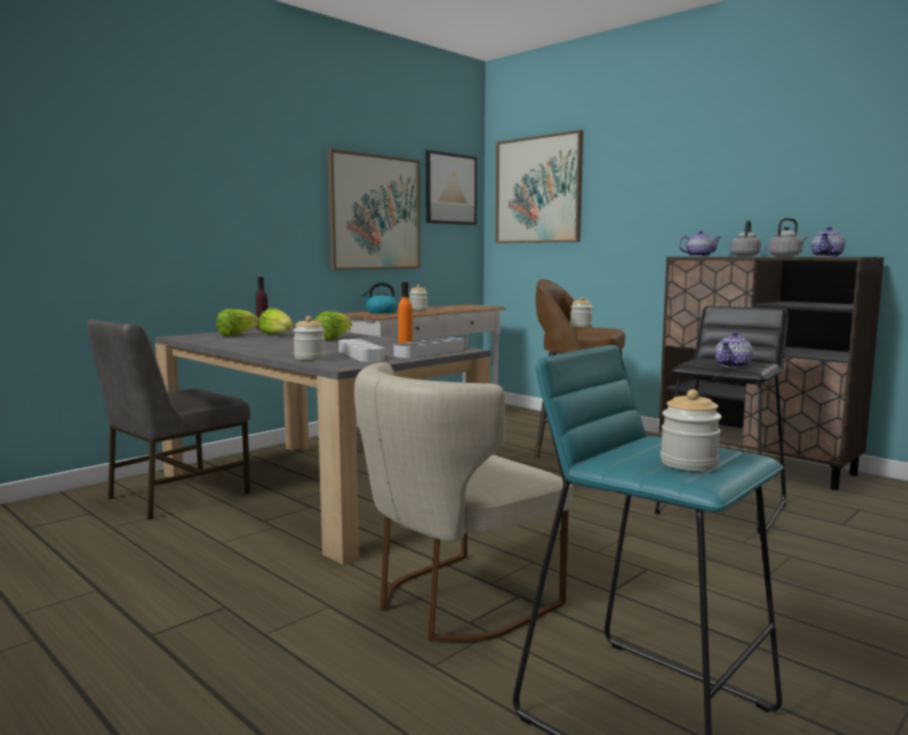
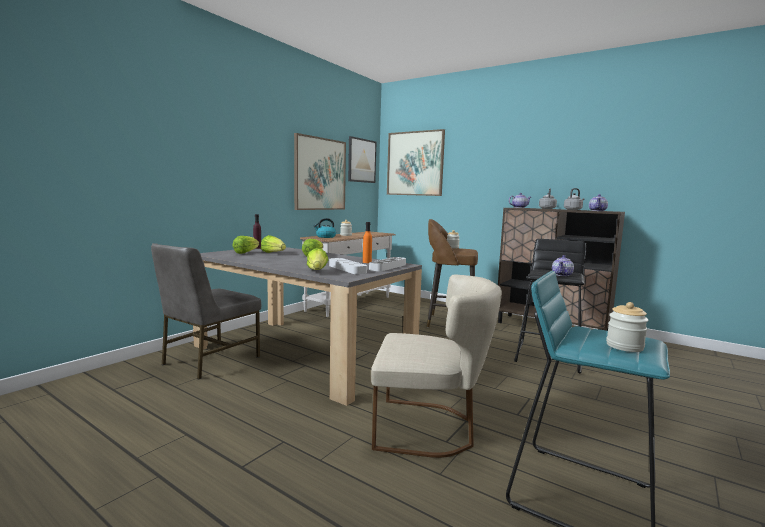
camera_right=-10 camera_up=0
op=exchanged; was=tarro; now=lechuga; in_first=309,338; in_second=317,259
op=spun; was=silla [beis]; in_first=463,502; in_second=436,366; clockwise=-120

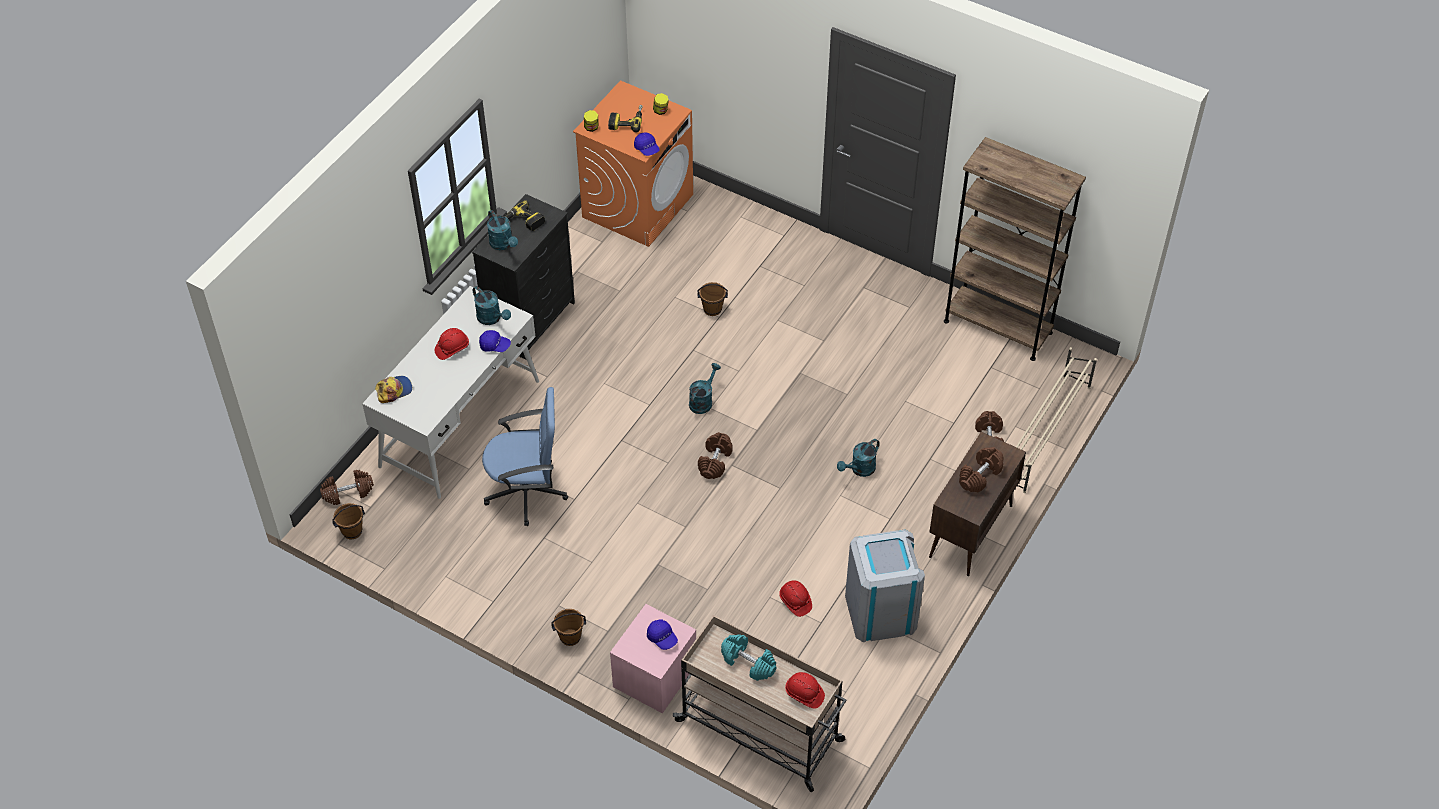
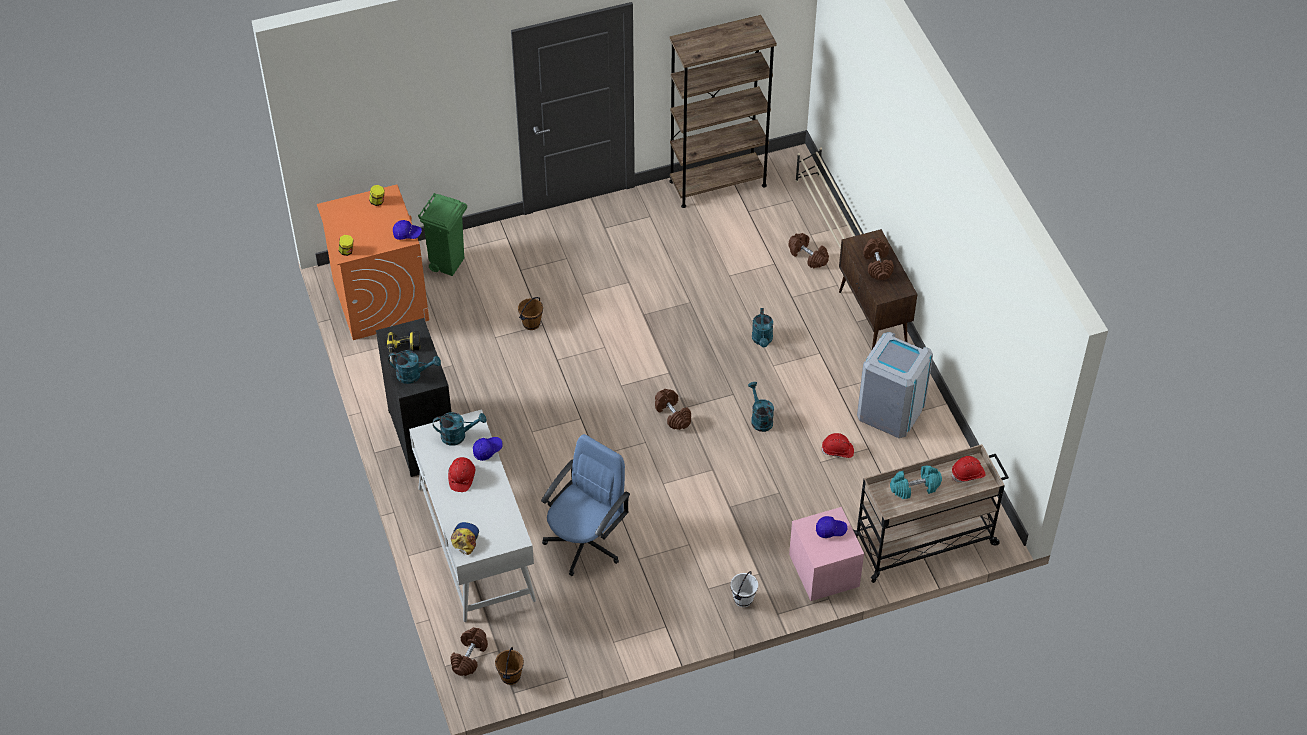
camera_right=-50 camera_up=0
op=missing; was=taladro; in_first=625,118
op=relocated; was=regadera [turquesa]; in_first=705,388; in_second=761,407
op=colour; was=cubo [marrón]; now=cubo [blanco]; in_first=568,627; in_second=744,589
op=appeared; now=papelera [verde]; in_second=442,234

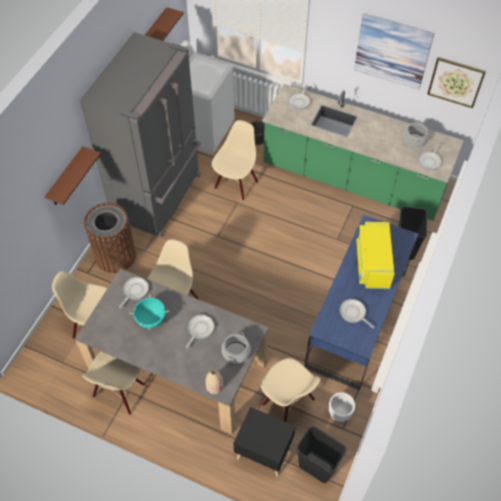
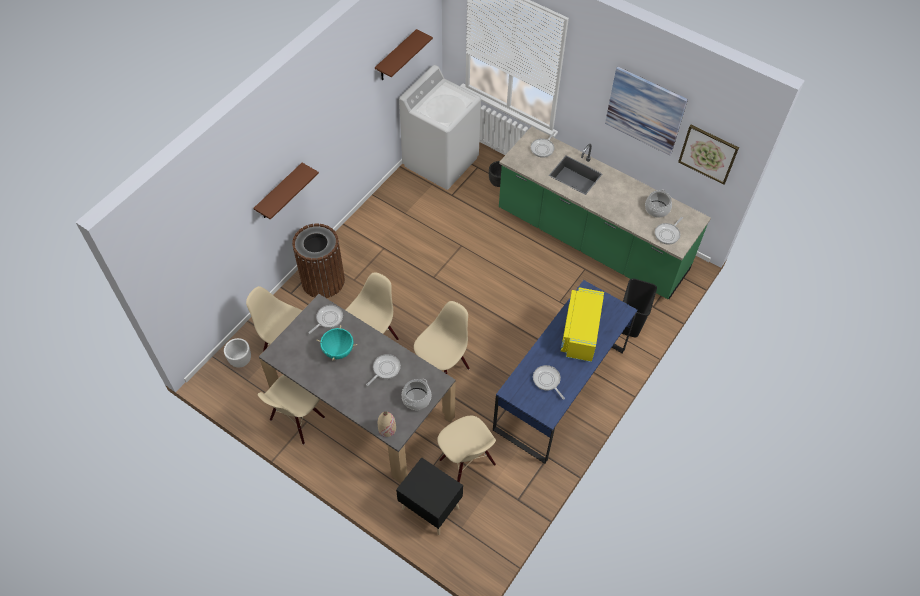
camera_right=10 camera_up=0
op=missing; was=nevera [gris]; in_first=140,135
op=relocated; was=silla [beis]; in_first=235,160; in_second=442,337
op=relocated; was=maceta [blanco]; in_first=342,407; in_second=237,352
op=missing; was=papelera [negro]; in_first=321,454

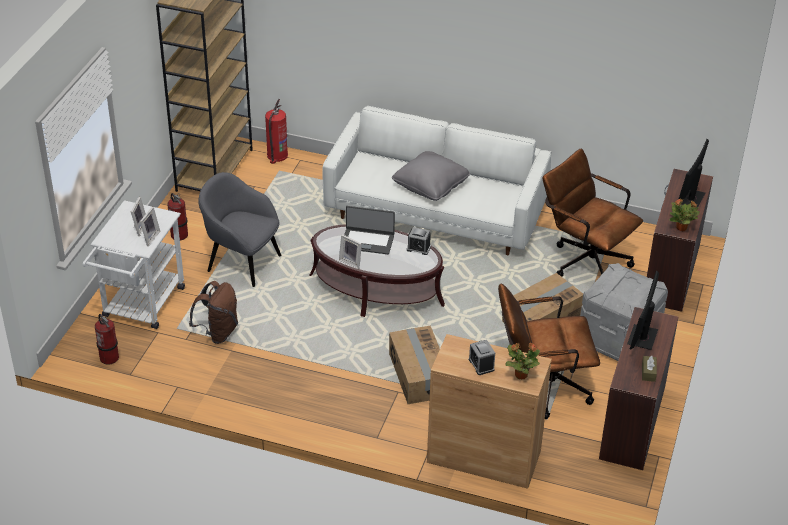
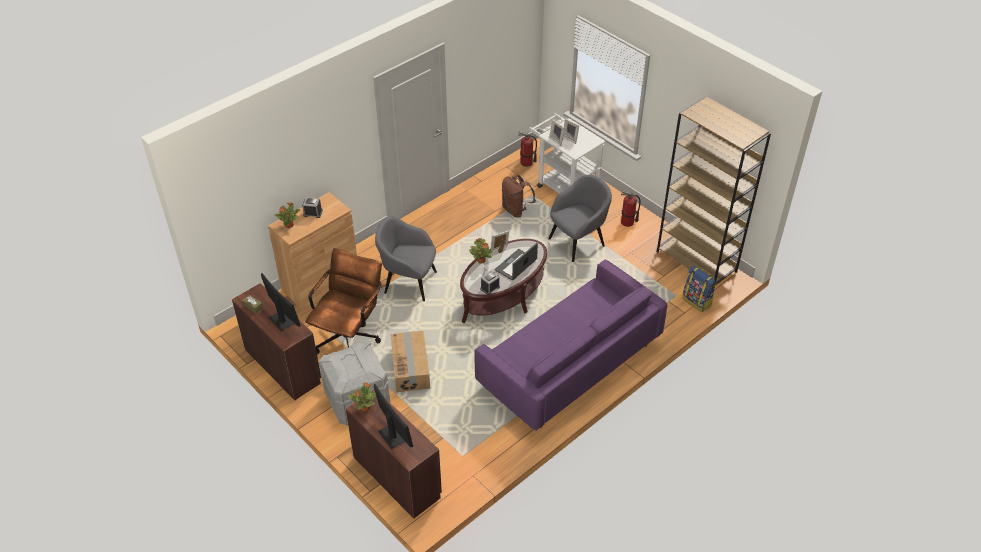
camera_right=120 camera_up=5
op=exchanged; was=extintor; now=mochila; in_first=276,131; in_second=699,288
op=colour; was=sofá [blanco]; now=sofá [morado]; in_first=437,180; in_second=570,345
op=missing; was=silla de oficina [marrón]; in_first=592,213
op=missing; was=cojín [gris]; in_first=431,176
op=exchanged; was=caja de cartón; now=sillón [gris]; in_first=414,365; in_second=406,258
op=appeared; now=planta en maceta; in_second=481,250

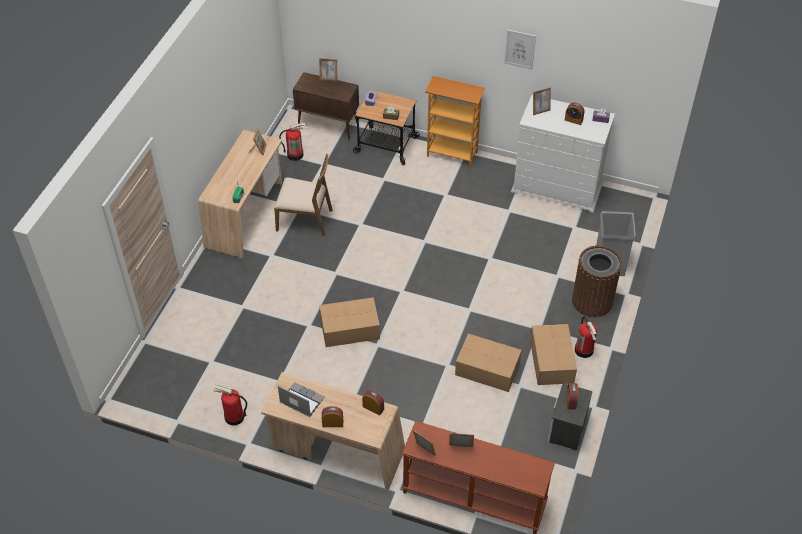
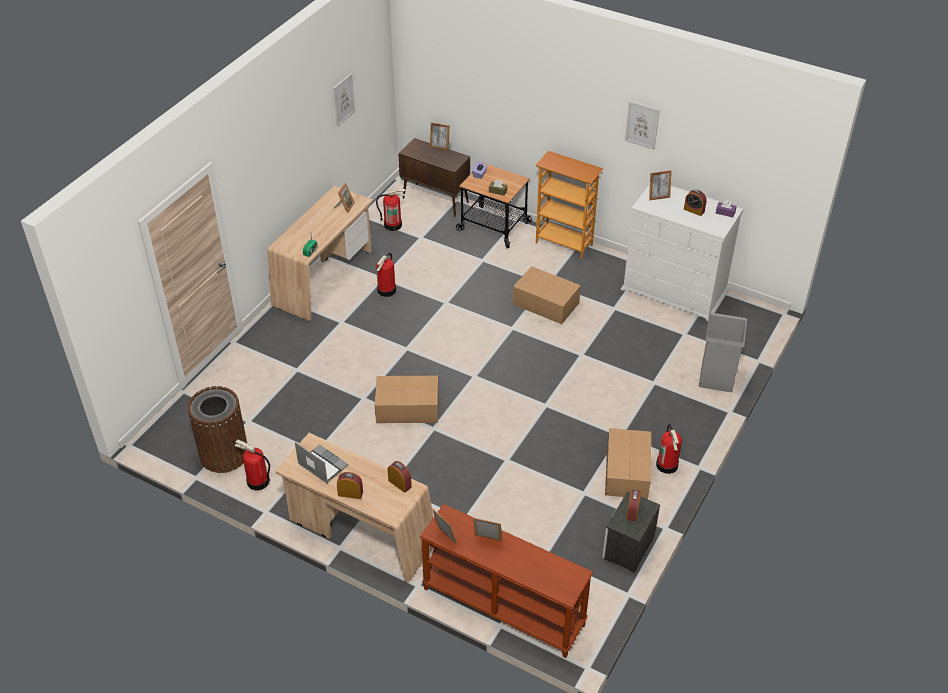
camera_right=10 camera_up=-5
op=exchanged; was=silla [marrón]; now=extintor; in_first=303,194; in_second=386,275
op=relocated; was=papelera [marrón]; in_first=597,281; in_second=217,429
op=relocated; was=caja de cartón; in_first=488,363; in_second=547,295
op=appeared; now=cuadro; in_second=344,100

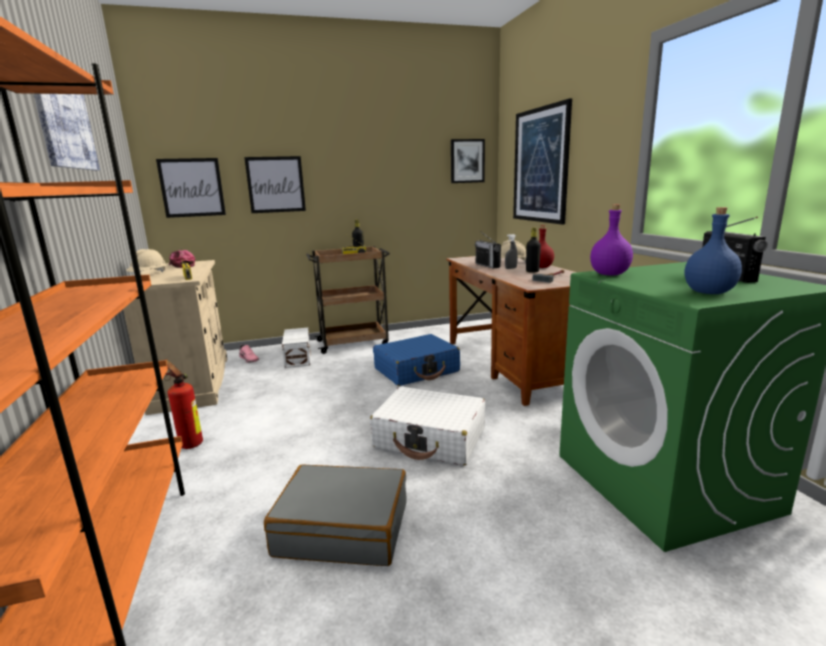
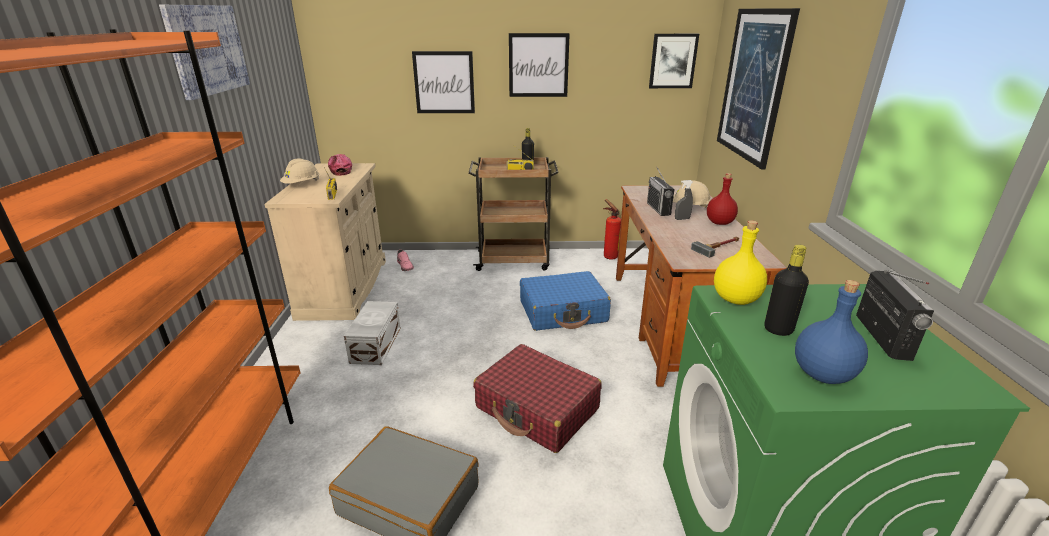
camera_right=15 camera_up=10
op=relocated; was=cuadro; in_first=191,188; in_second=539,65
op=colour; was=botella [morado]; now=botella [amarillo]; in_first=611,239; in_second=740,262
op=relocated; was=botella [negro]; in_first=533,250; in_second=787,290
op=relocated; was=caja de almacenaje [blanco]; in_first=296,348; in_second=372,333
op=relocated; was=extintor; in_first=183,404; in_second=612,229
op=colour; was=maleta [blanco]; now=maleta [rojo]; in_first=427,426; in_second=537,398

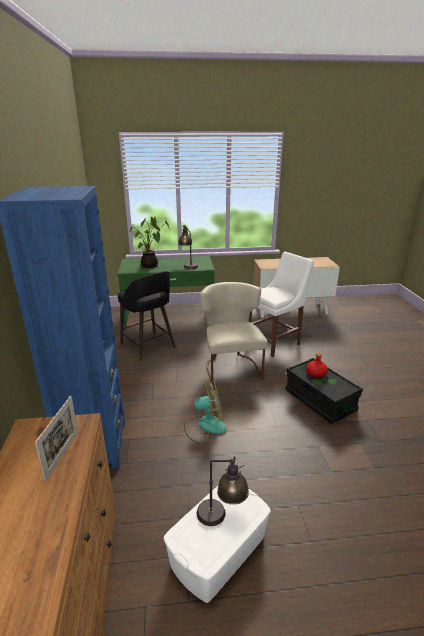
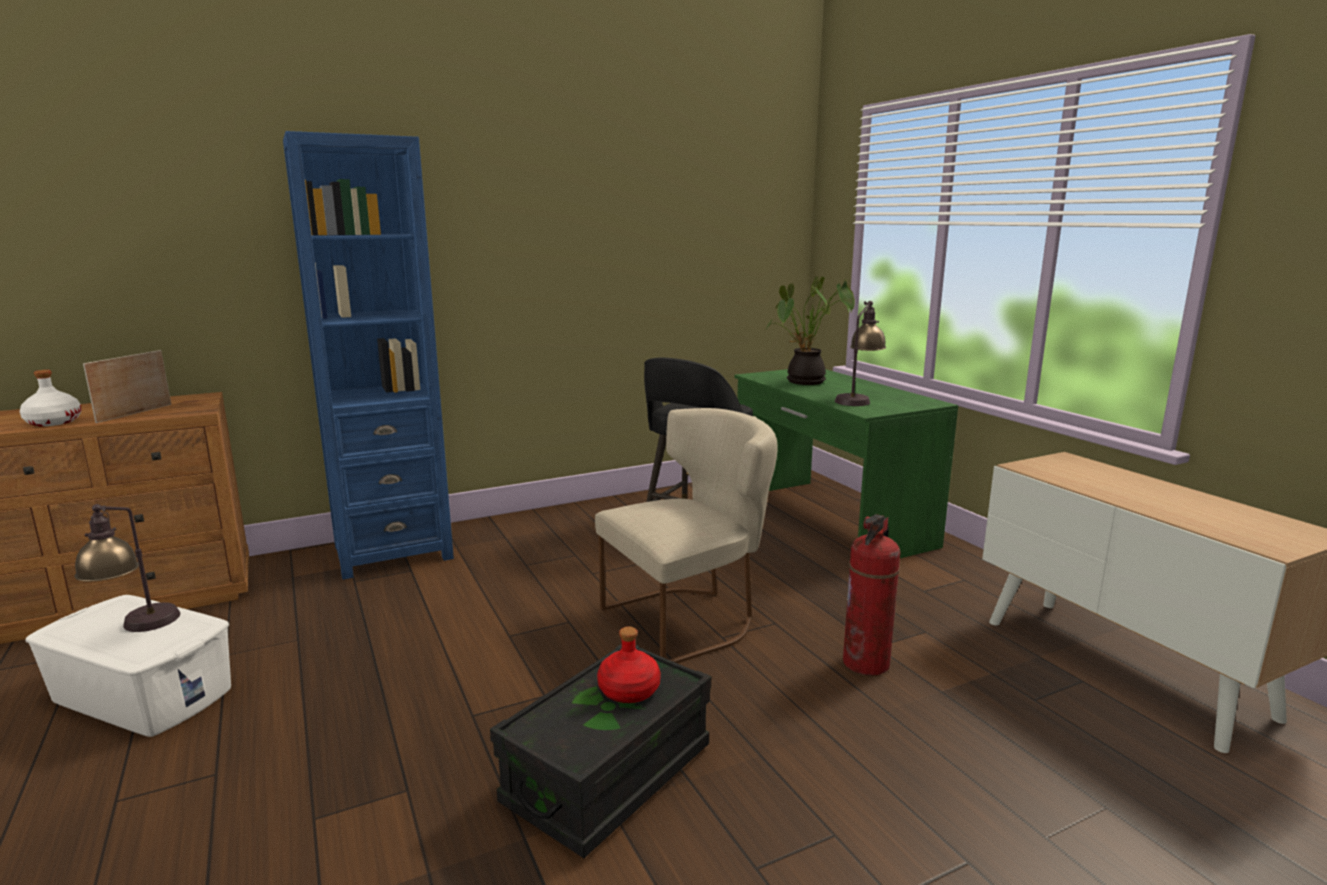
camera_right=70 camera_up=-10
op=exchanged; was=silla [blanco]; now=extintor; in_first=281,304; in_second=871,595
op=missing; was=ventilador; in_first=205,412
op=spun; was=portarretratos; in_first=56,438; in_second=127,386; clockwise=120
op=appeared; now=botella [blanco]; in_second=51,398

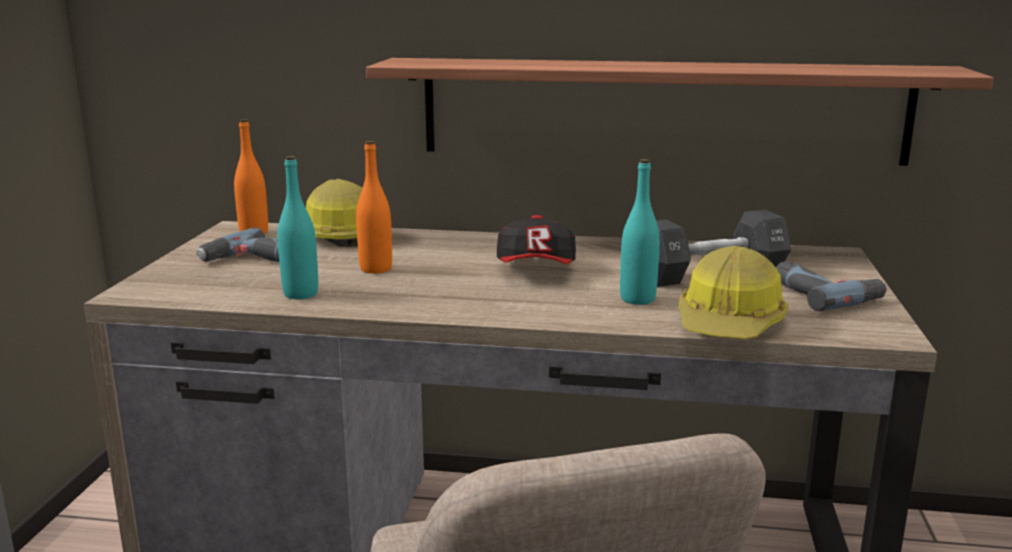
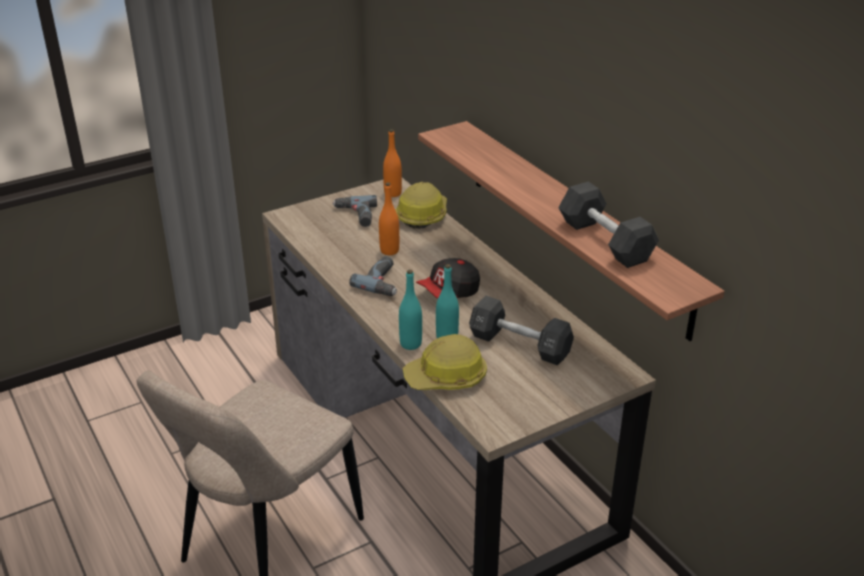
camera_right=50 camera_up=15
op=relocated; was=botella [turquesa]; in_first=297,227; in_second=410,310
op=relocated; was=taladro; in_first=831,286; in_second=373,276
op=appeared; now=mancuerna [negro]; in_second=608,224

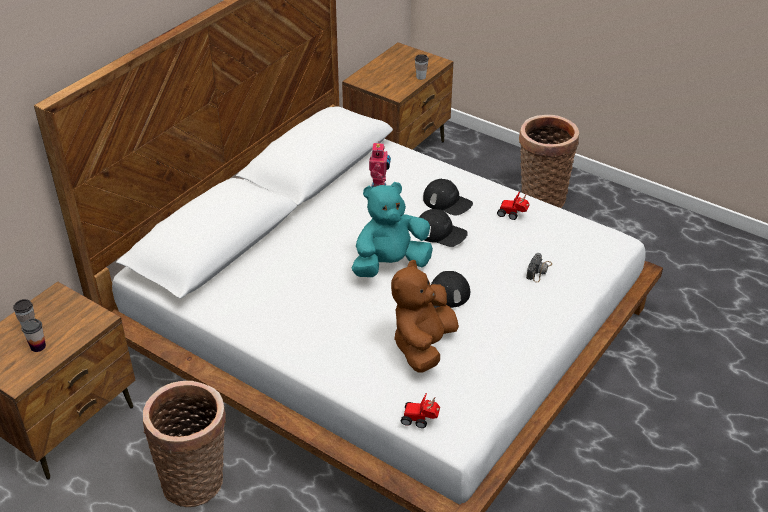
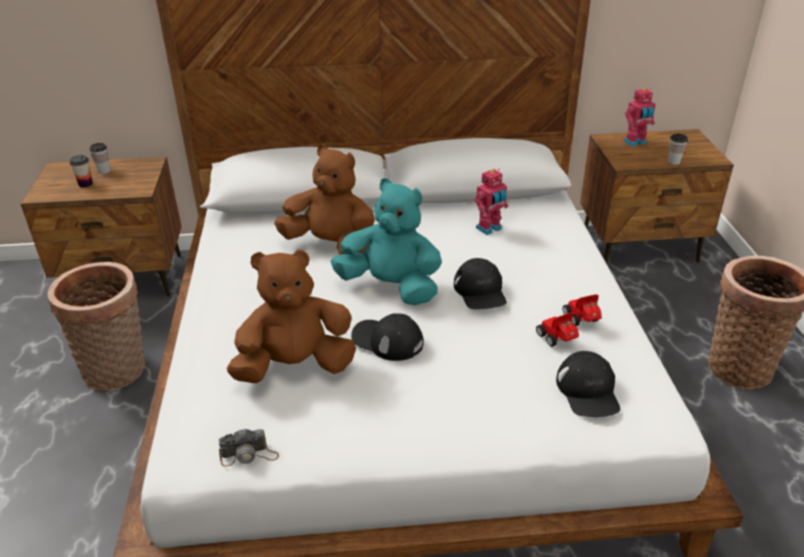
camera_right=50 camera_up=-5
op=relocated; was=gorra [negro]; in_first=448,197; in_second=588,384
op=relocated; was=cámara; in_first=539,267; in_second=249,447
op=relocated; was=coche de juguete; in_first=420,410; in_second=557,329
op=appeared; now=robot de juguete; in_second=639,117
op=appeared; now=peluche [marrón]; in_second=324,199

